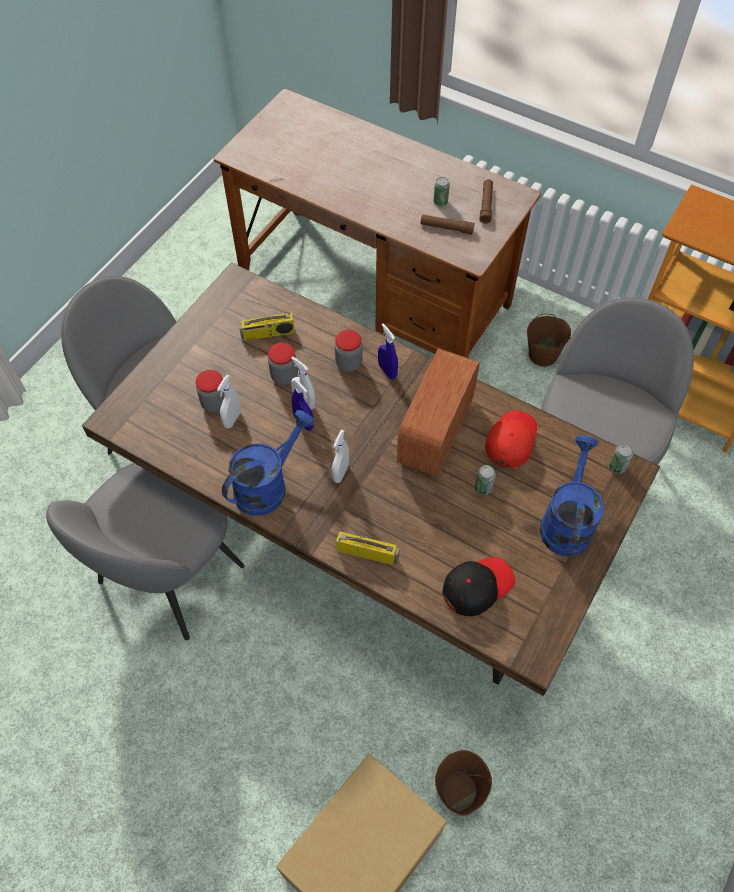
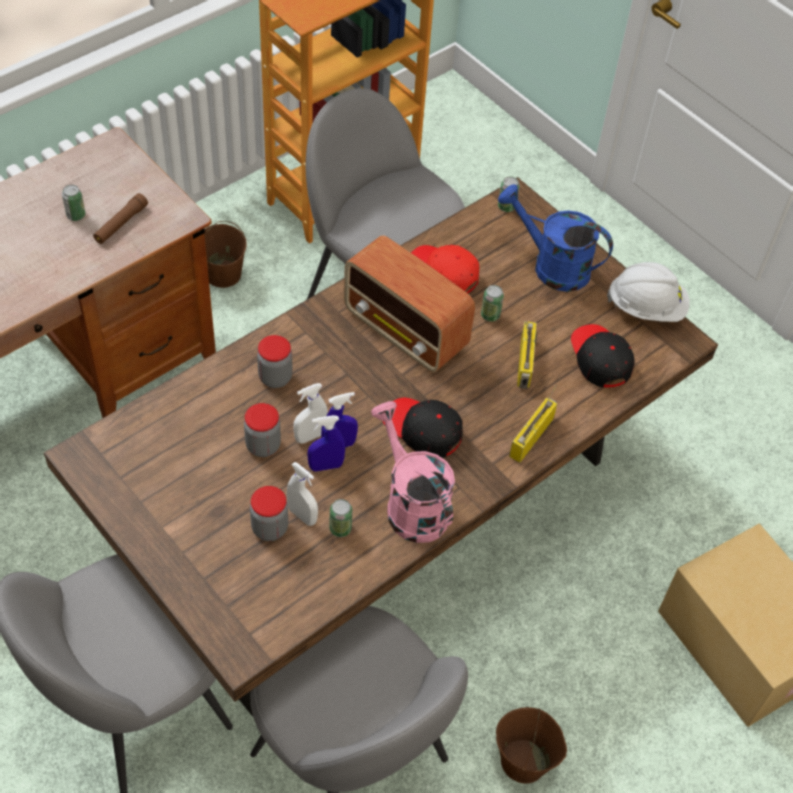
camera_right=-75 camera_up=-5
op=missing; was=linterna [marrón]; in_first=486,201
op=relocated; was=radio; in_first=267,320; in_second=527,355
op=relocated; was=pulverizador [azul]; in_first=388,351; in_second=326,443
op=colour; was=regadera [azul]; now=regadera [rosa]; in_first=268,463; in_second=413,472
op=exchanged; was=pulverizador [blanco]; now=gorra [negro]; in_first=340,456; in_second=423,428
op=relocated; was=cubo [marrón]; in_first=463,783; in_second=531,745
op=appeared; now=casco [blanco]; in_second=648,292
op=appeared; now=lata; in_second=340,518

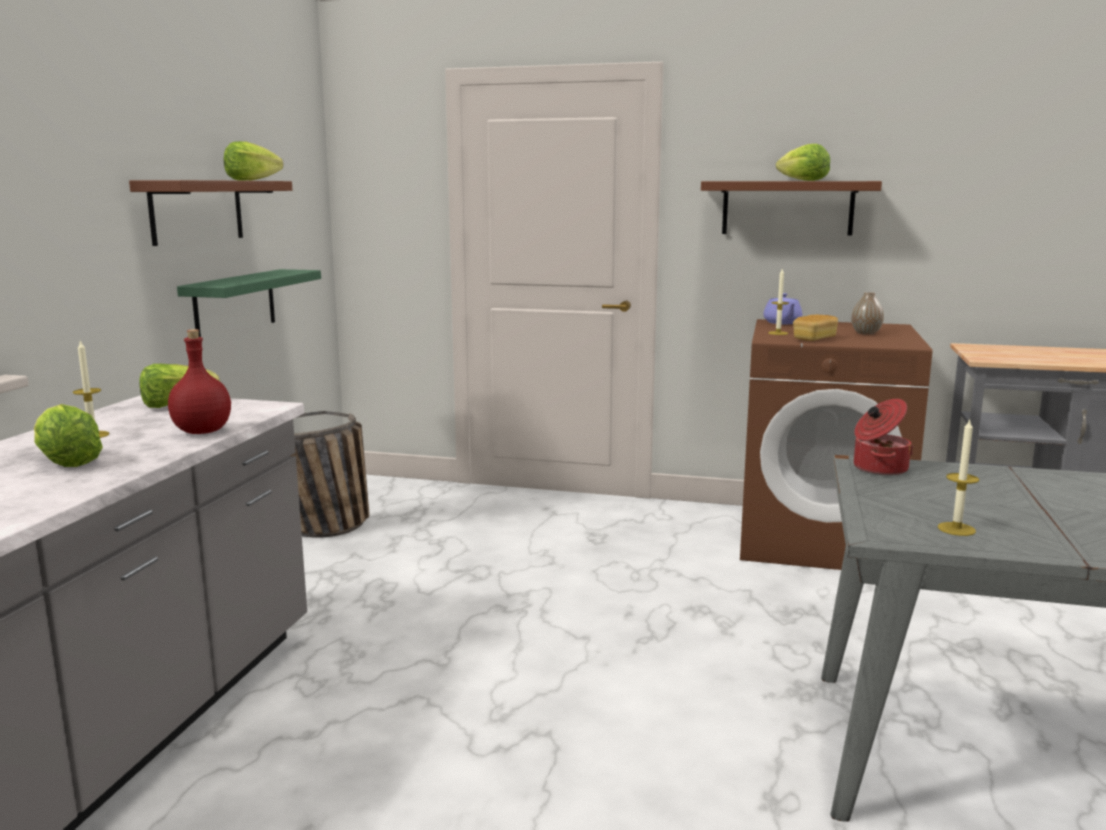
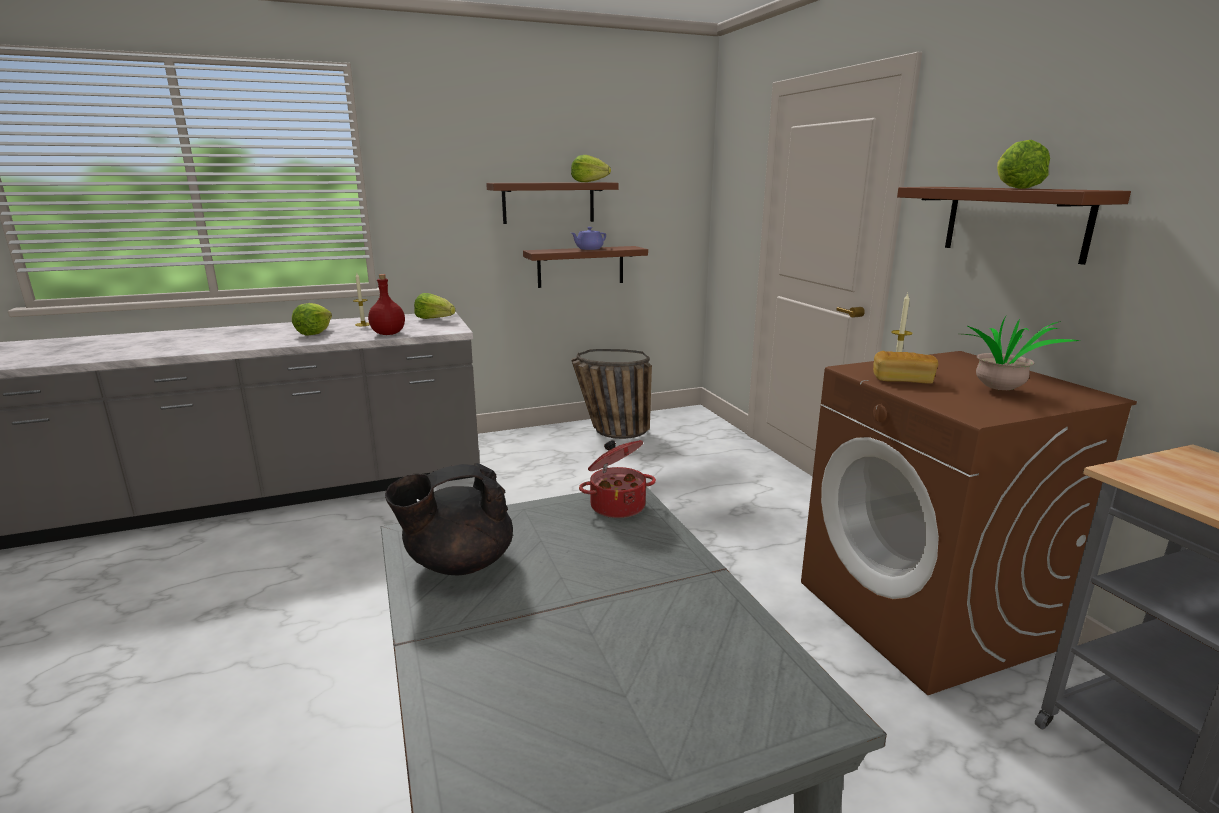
camera_right=55 camera_up=5
op=colour; was=estante [verde]; now=estante [marrón]; in_first=249,303; in_second=585,267
op=exchanged; was=florero; now=planta en maceta; in_first=867,313; in_second=1021,354
op=relocated; was=tetera [morado]; in_first=782,308; in_second=588,238
op=exchanged; was=vela; now=tetera [negro]; in_first=958,477; in_second=449,519

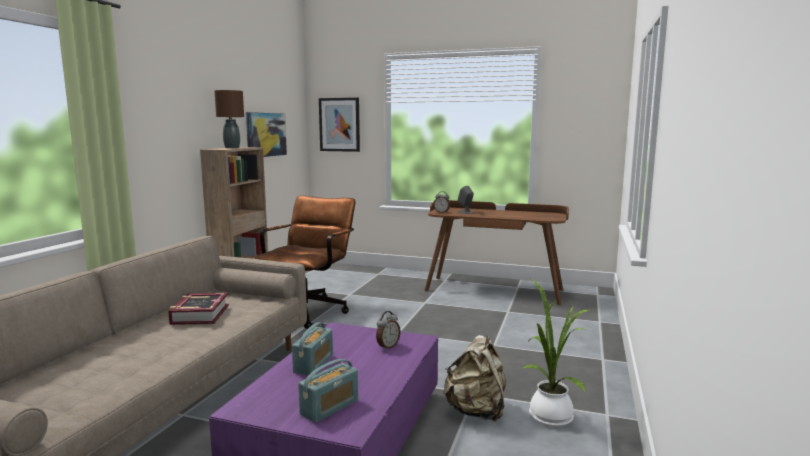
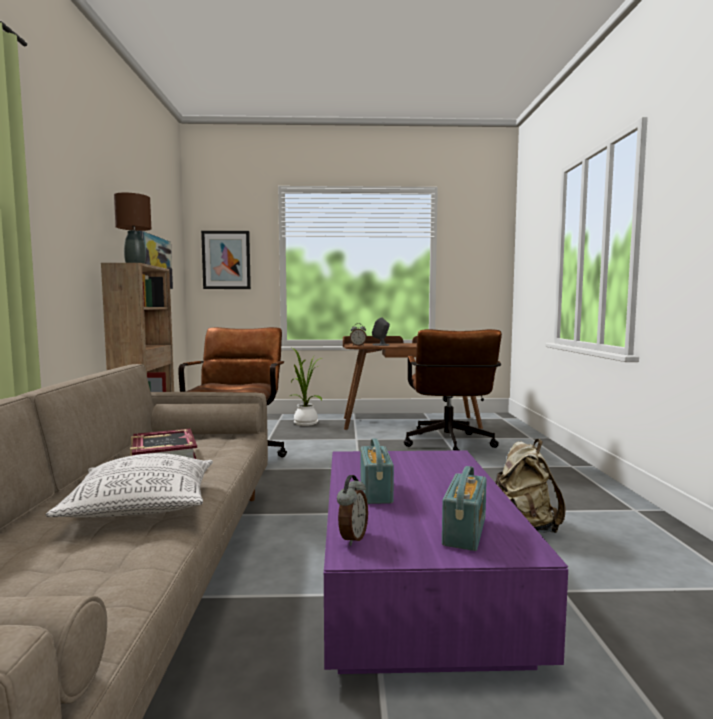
camera_right=-20 camera_up=-5
op=relocated; was=planta en maceta; in_first=556,353; in_second=306,387
op=relocated; was=despertador; in_first=388,330; in_second=352,510
op=appeared; now=silla de oficina [marrón]; in_second=453,390
op=appeared; now=cojín; in_second=129,485

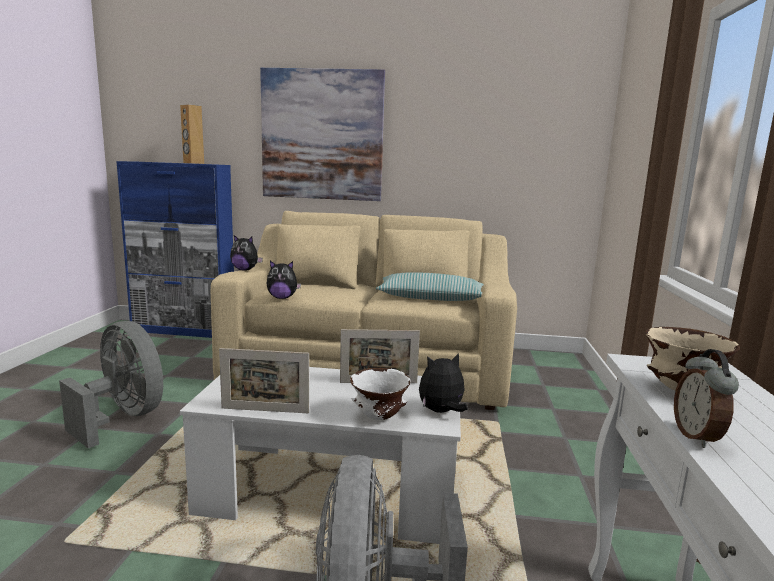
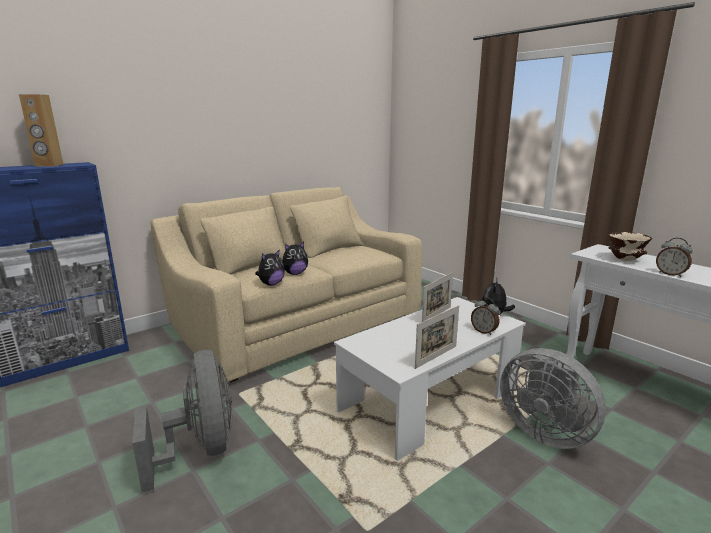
camera_right=-45 camera_up=5
op=missing; was=cuadro; in_first=322,134
op=relocated; was=peluche; in_first=246,253; in_second=295,258
op=missing; was=cojín; in_first=430,286
op=spun; was=ventilador [gris]; in_first=111,384; in_second=182,421; clockwise=75
op=exchanged; was=cuenco [blanco]; now=despertador; in_first=380,394; in_second=485,316

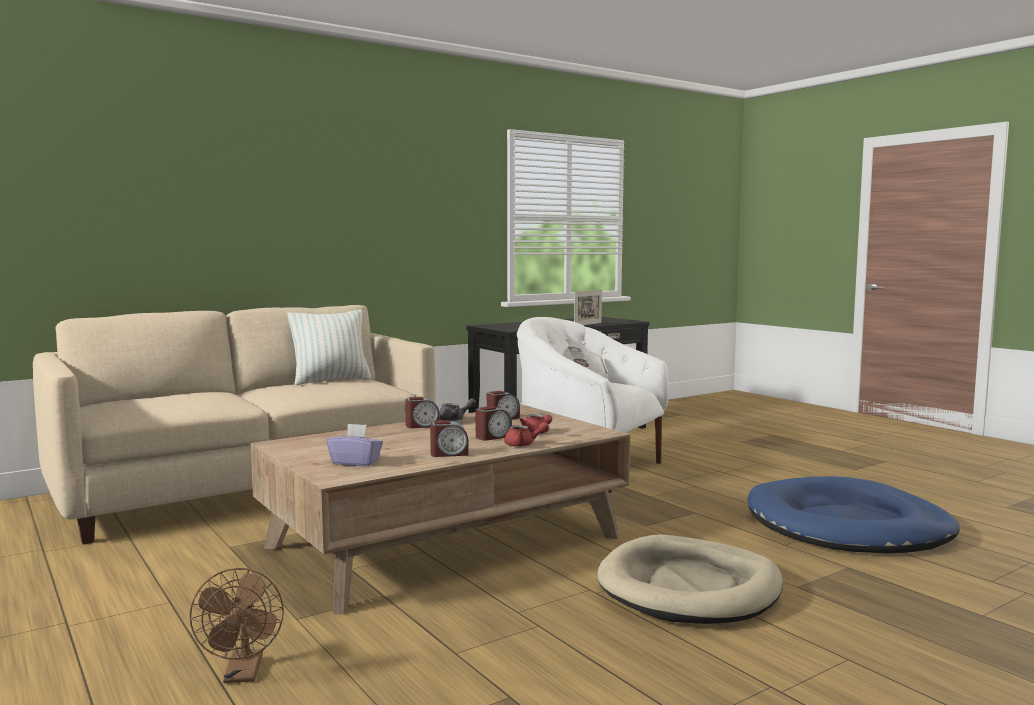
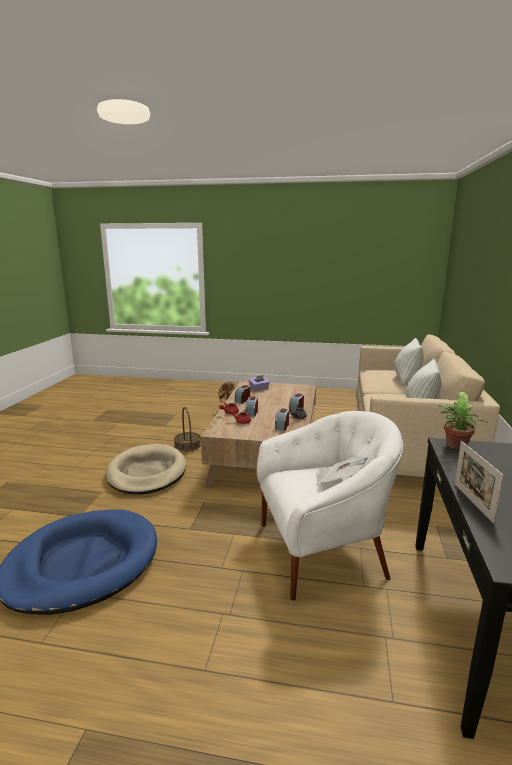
camera_right=135 camera_up=10
op=appeared; now=cojín; in_second=409,361
op=appeared; now=planta en maceta; in_second=463,421
op=appeared; now=cesta; in_second=187,429

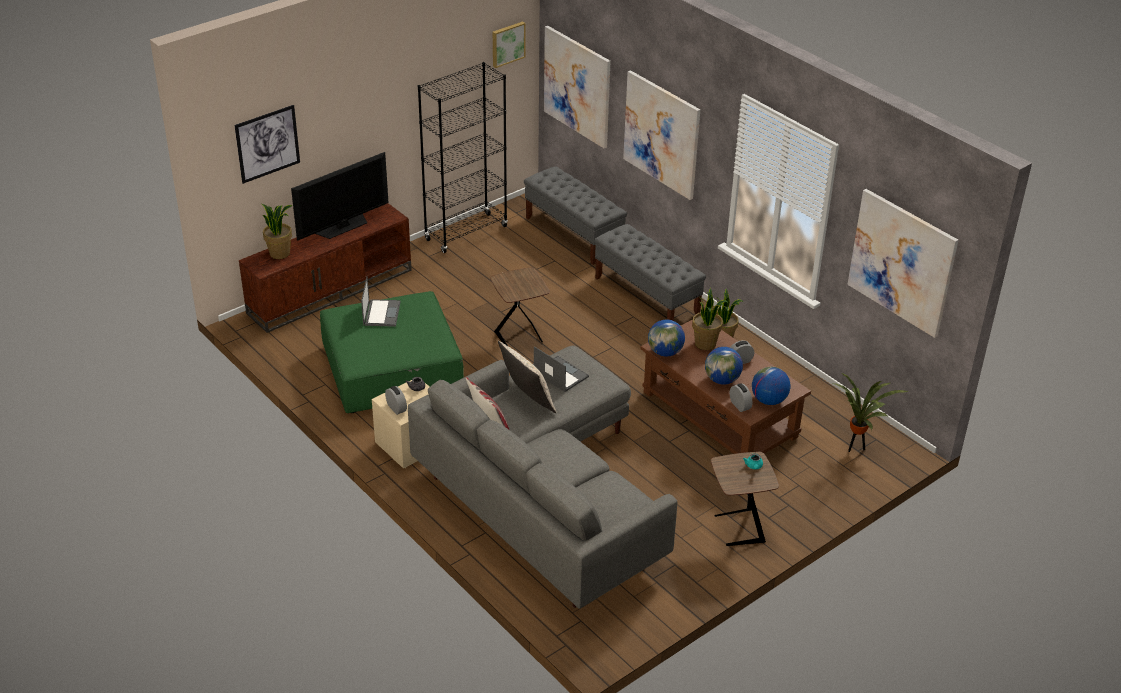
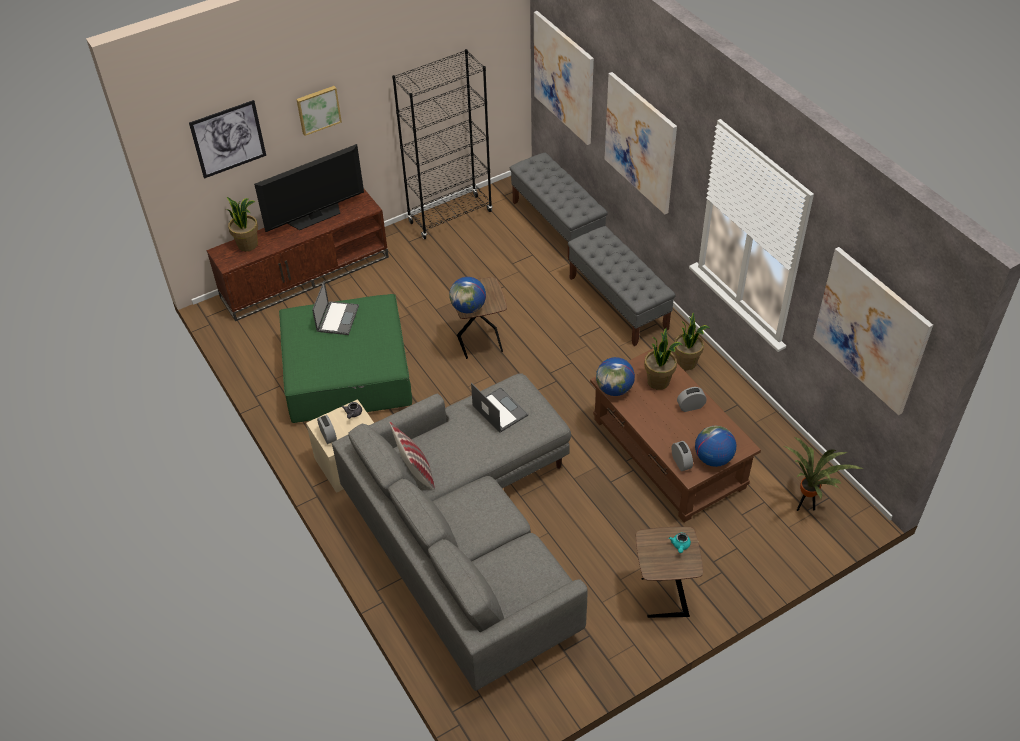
camera_right=10 camera_up=10
op=relocated; was=cuadro; in_first=509,44; in_second=319,111
op=missing; was=cojín [beis]; in_first=527,377
op=relocated; was=globo terráqueo; in_first=724,366; in_second=467,295

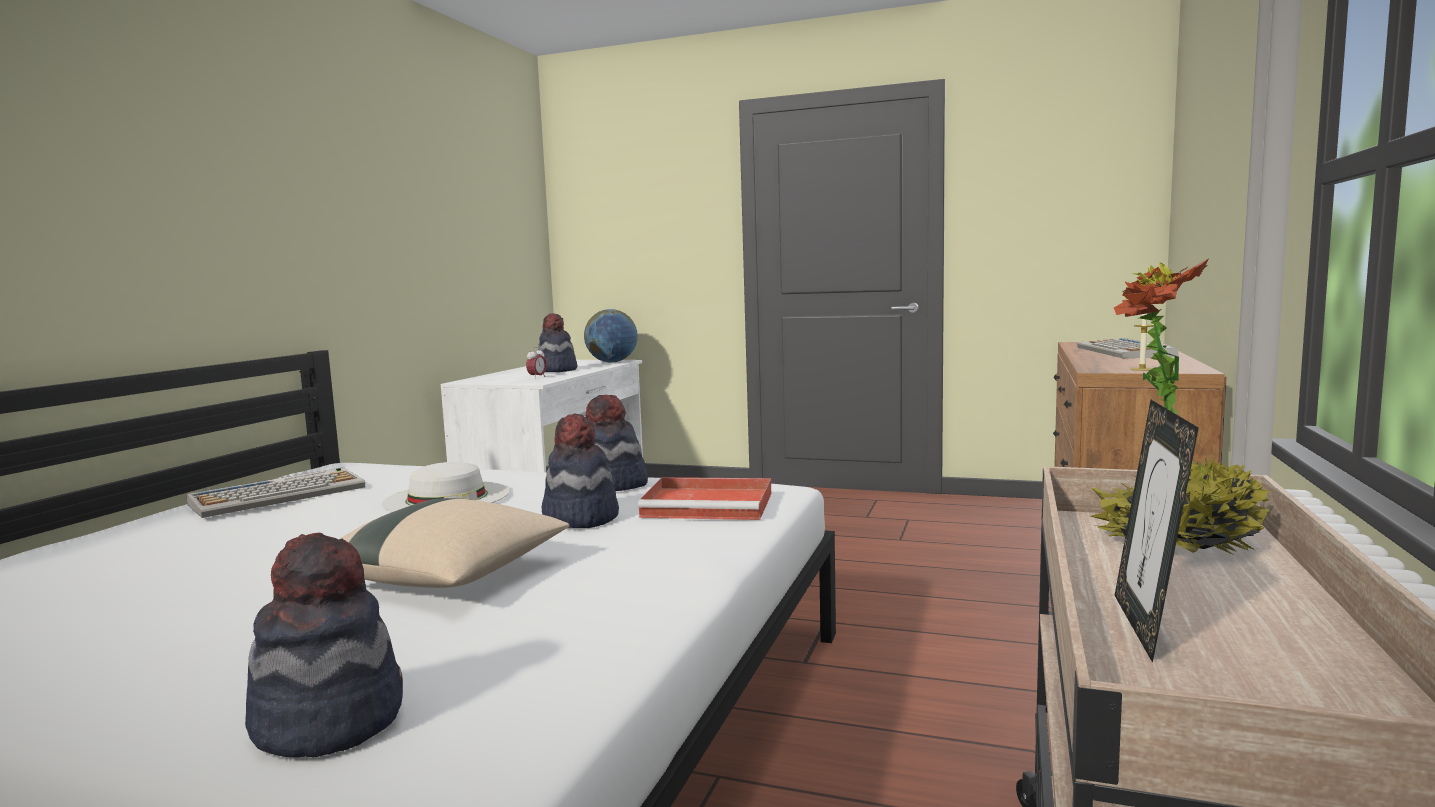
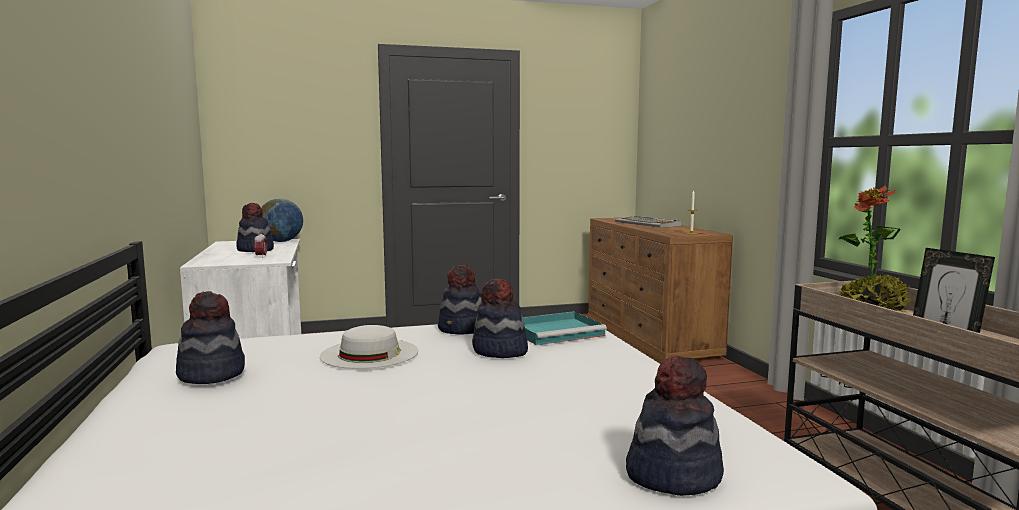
camera_right=-35 camera_up=0
op=exchanged; was=teclado; now=sombrero; in_first=275,492; in_second=210,337
op=colour; was=bandeja [rojo]; now=bandeja [turquesa]; in_first=704,498; in_second=565,328
op=missing; was=cojín [beis]; in_first=454,543

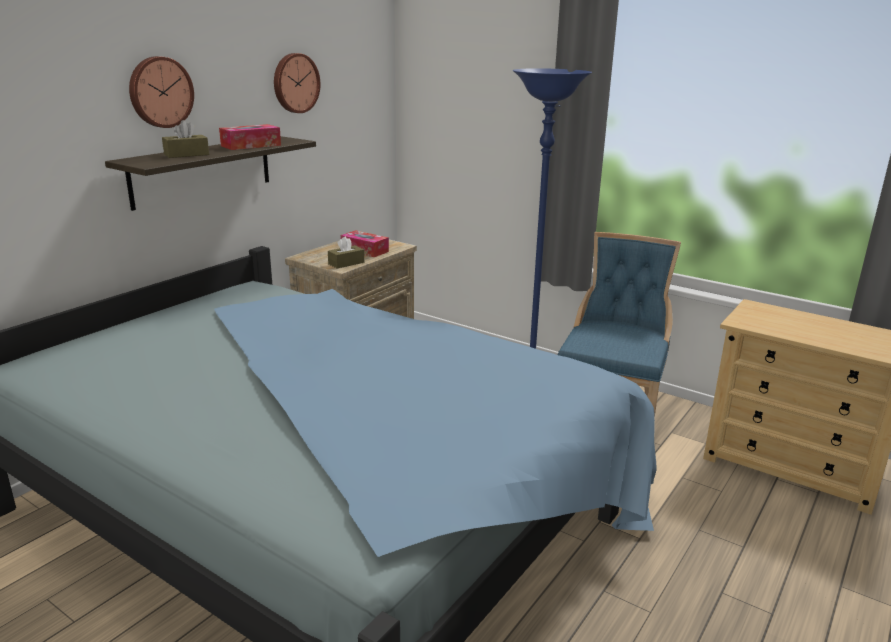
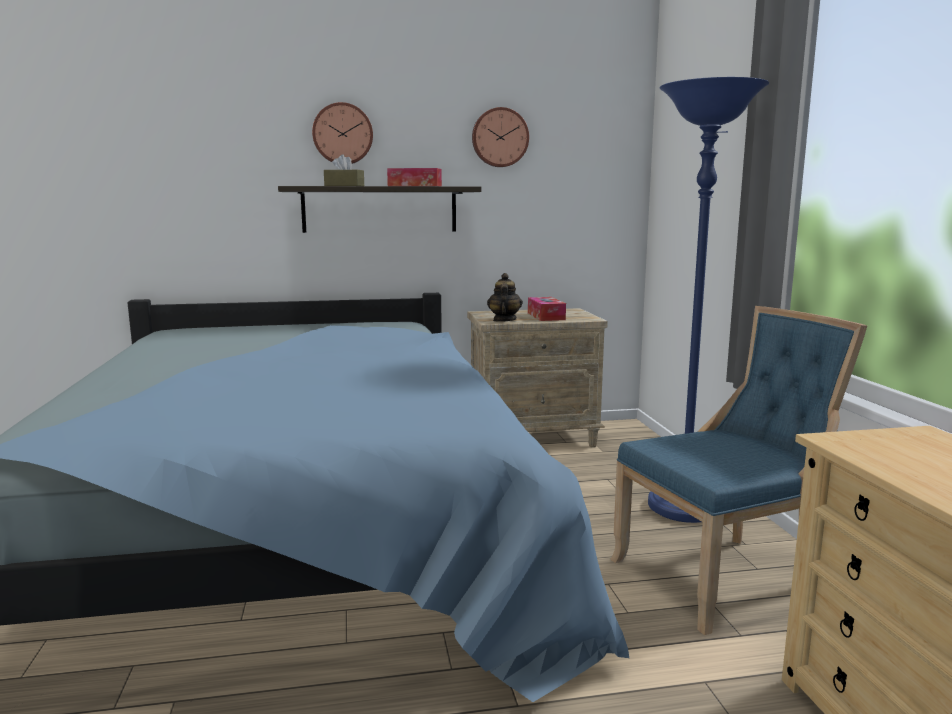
camera_right=45 camera_up=-10
op=exchanged; was=caja de pañuelos [marrón]; now=tetera; in_first=346,252; in_second=505,297

